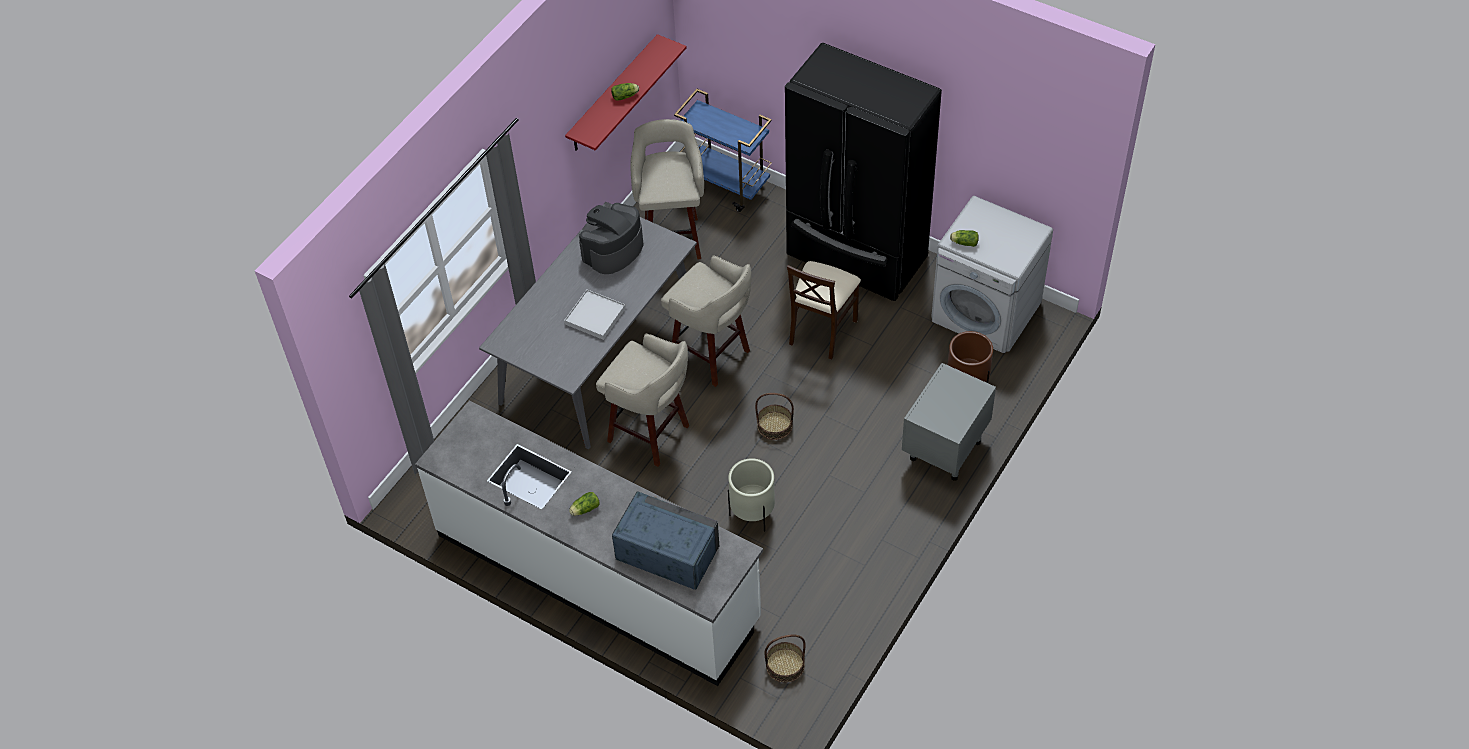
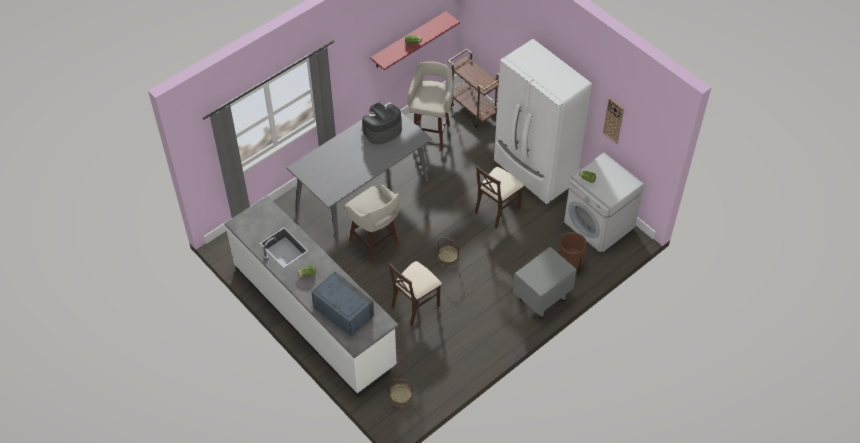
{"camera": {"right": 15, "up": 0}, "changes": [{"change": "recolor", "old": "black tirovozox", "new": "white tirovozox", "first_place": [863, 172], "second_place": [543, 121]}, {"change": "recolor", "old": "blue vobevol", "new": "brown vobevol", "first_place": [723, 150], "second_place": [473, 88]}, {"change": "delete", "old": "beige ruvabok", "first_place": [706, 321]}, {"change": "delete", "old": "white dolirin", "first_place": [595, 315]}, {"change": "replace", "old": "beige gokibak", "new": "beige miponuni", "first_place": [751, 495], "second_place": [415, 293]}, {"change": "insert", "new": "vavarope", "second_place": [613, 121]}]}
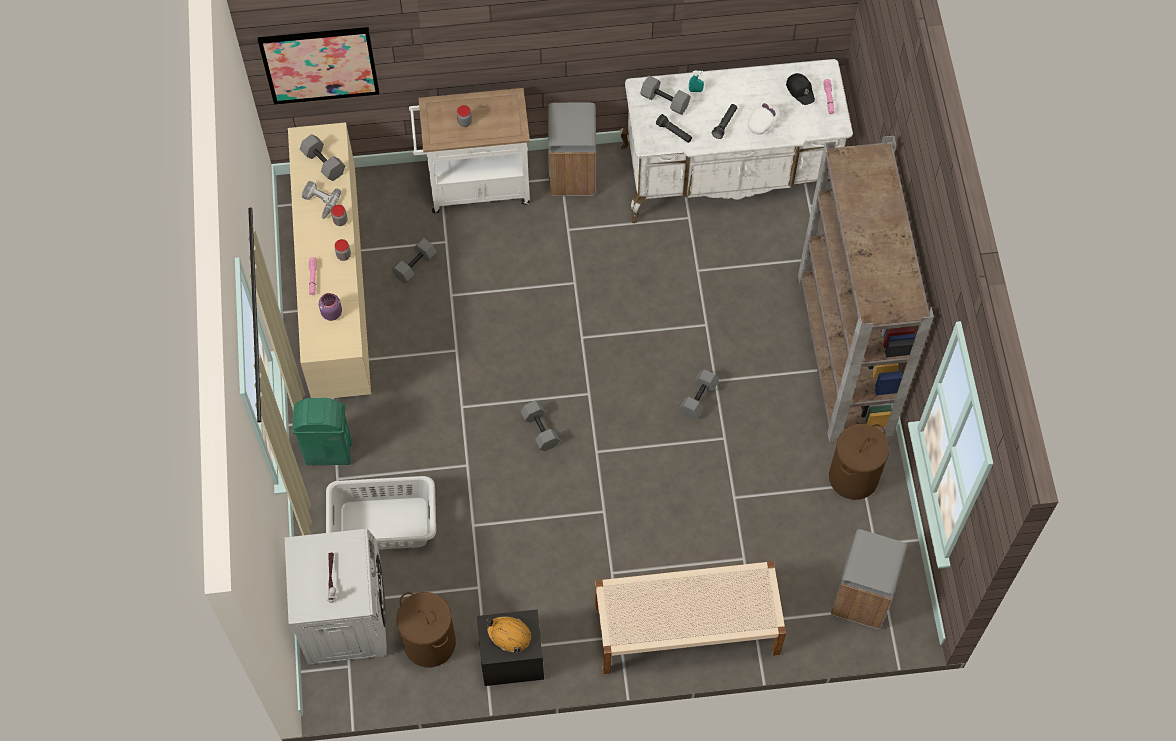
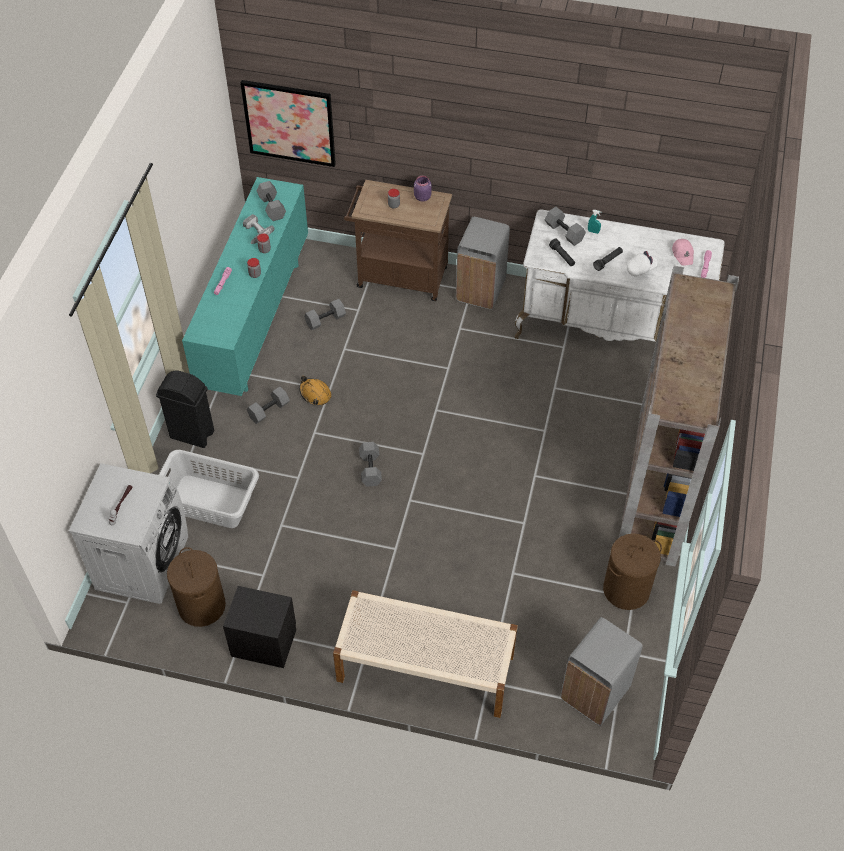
{"camera": {"right": 20, "up": -10}, "changes": [{"change": "recolor", "old": "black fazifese", "new": "pink fazifese", "first_place": [800, 89], "second_place": [683, 252]}, {"change": "recolor", "old": "white vobevol", "new": "brown vobevol", "first_place": [469, 150], "second_place": [398, 240]}, {"change": "recolor", "old": "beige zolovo", "new": "turquoise zolovo", "first_place": [329, 260], "second_place": [245, 286]}, {"change": "move", "old": "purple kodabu", "first_place": [330, 307], "second_place": [422, 189]}, {"change": "move", "old": "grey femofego", "first_place": [699, 394], "second_place": [268, 405]}, {"change": "recolor", "old": "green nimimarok", "new": "black nimimarok", "first_place": [322, 431], "second_place": [185, 409]}, {"change": "move", "old": "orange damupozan", "first_place": [508, 634], "second_place": [315, 390]}]}
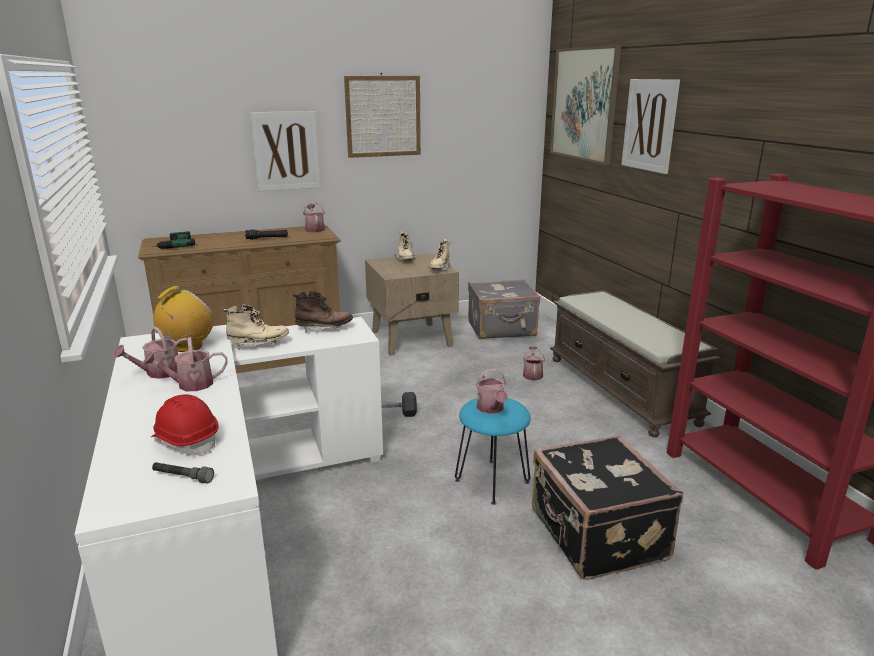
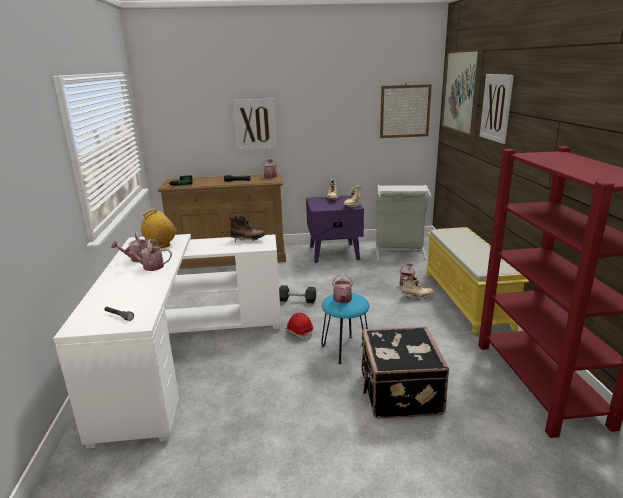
{"camera": {"right": 15, "up": 0}, "changes": [{"change": "move", "old": "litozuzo", "first_place": [382, 115], "second_place": [406, 110]}, {"change": "recolor", "old": "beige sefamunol", "new": "purple sefamunol", "first_place": [412, 304], "second_place": [335, 229]}, {"change": "replace", "old": "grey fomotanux", "new": "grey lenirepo", "first_place": [504, 309], "second_place": [404, 223]}, {"change": "recolor", "old": "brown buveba", "new": "yellow buveba", "first_place": [635, 363], "second_place": [477, 280]}, {"change": "move", "old": "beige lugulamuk", "first_place": [256, 327], "second_place": [417, 288]}, {"change": "move", "old": "red damupozan", "first_place": [185, 424], "second_place": [299, 326]}]}
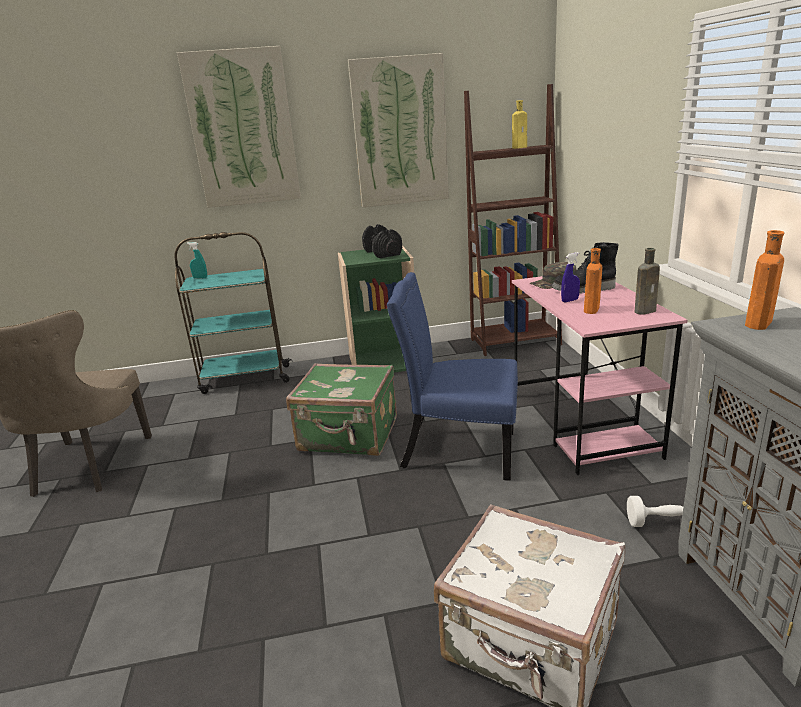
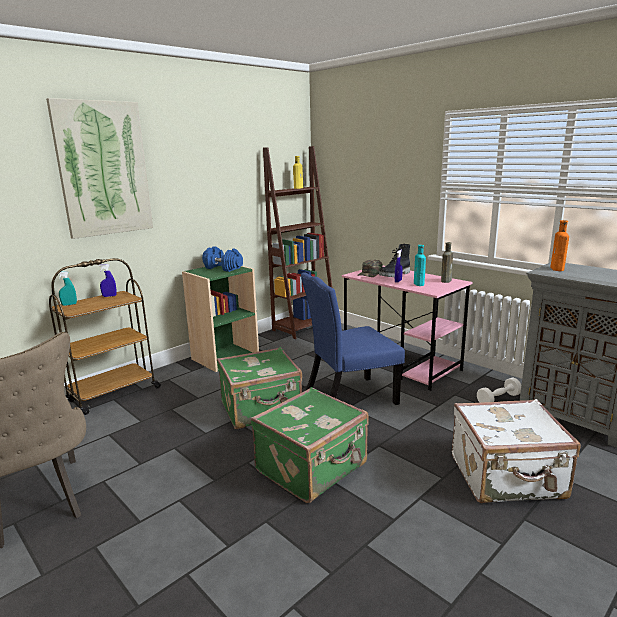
{"camera": {"right": -35, "up": -5}, "changes": [{"change": "delete", "old": "litozuzo", "first_place": [398, 130]}, {"change": "recolor", "old": "black femofego", "new": "blue femofego", "first_place": [382, 241], "second_place": [222, 259]}, {"change": "recolor", "old": "turquoise vobevol", "new": "brown vobevol", "first_place": [233, 313], "second_place": [105, 336]}, {"change": "recolor", "old": "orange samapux", "new": "turquoise samapux", "first_place": [593, 281], "second_place": [420, 265]}, {"change": "insert", "new": "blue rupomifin", "second_place": [108, 280]}, {"change": "insert", "new": "green fomotanux", "second_place": [310, 445]}]}
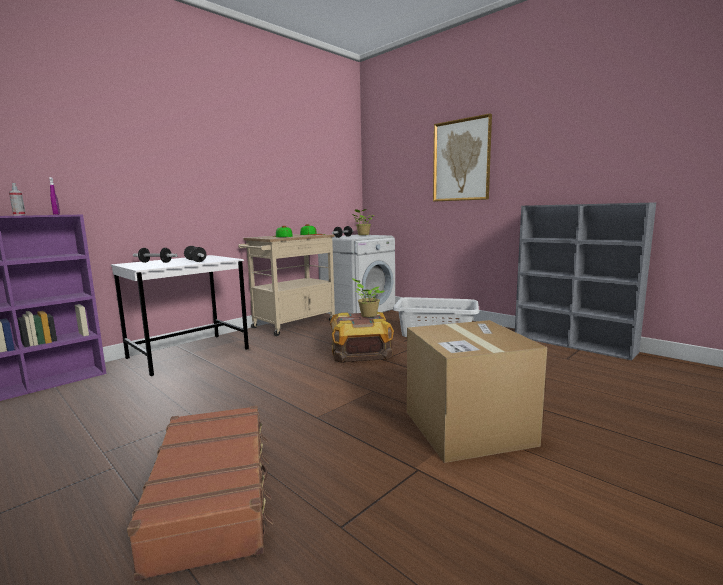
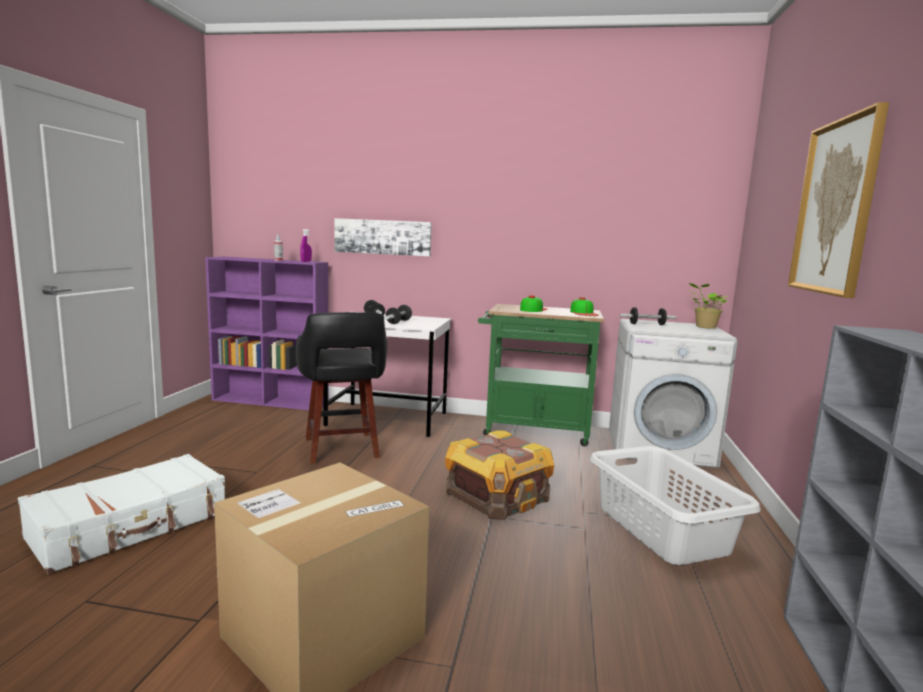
{"camera": {"right": 55, "up": 0}, "changes": [{"change": "recolor", "old": "beige vobevol", "new": "green vobevol", "first_place": [286, 285], "second_place": [541, 375]}, {"change": "delete", "old": "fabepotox", "first_place": [368, 297]}, {"change": "recolor", "old": "brown fomotanux", "new": "white fomotanux", "first_place": [200, 493], "second_place": [121, 514]}, {"change": "insert", "new": "litozuzo", "second_place": [383, 237]}, {"change": "insert", "new": "black ruvabok", "second_place": [342, 388]}]}
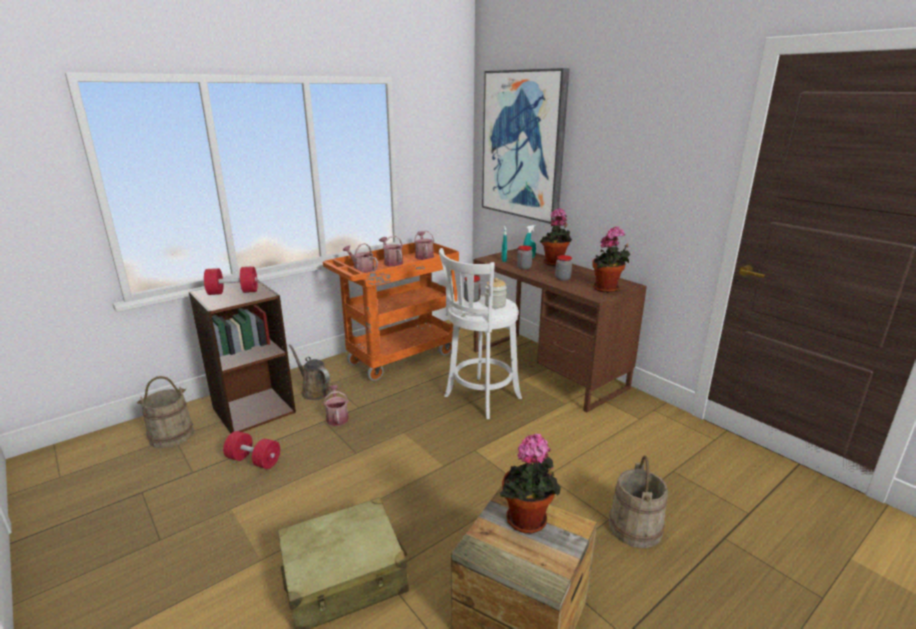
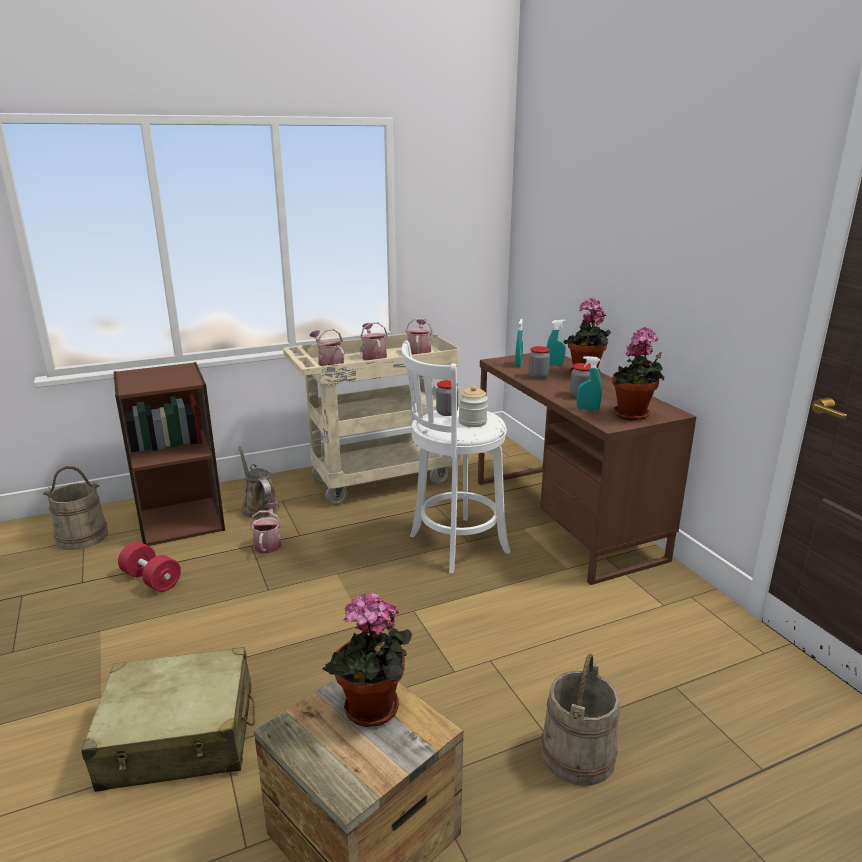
{"camera": {"right": 15, "up": 0}, "changes": [{"change": "delete", "old": "litozuzo", "first_place": [525, 146]}, {"change": "recolor", "old": "orange vobevol", "new": "beige vobevol", "first_place": [391, 311], "second_place": [371, 419]}, {"change": "delete", "old": "red femofego", "first_place": [231, 280]}, {"change": "insert", "new": "turquoise rupomifin", "second_place": [589, 383]}]}
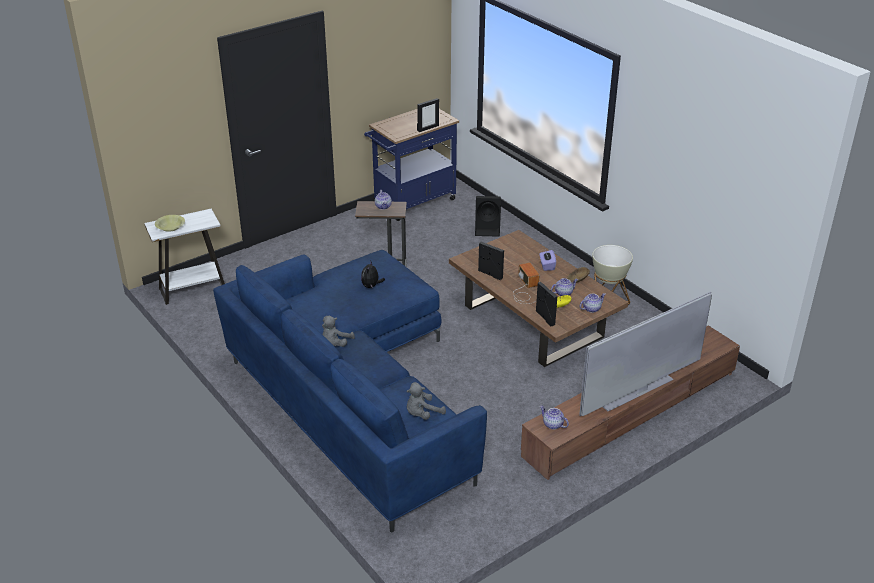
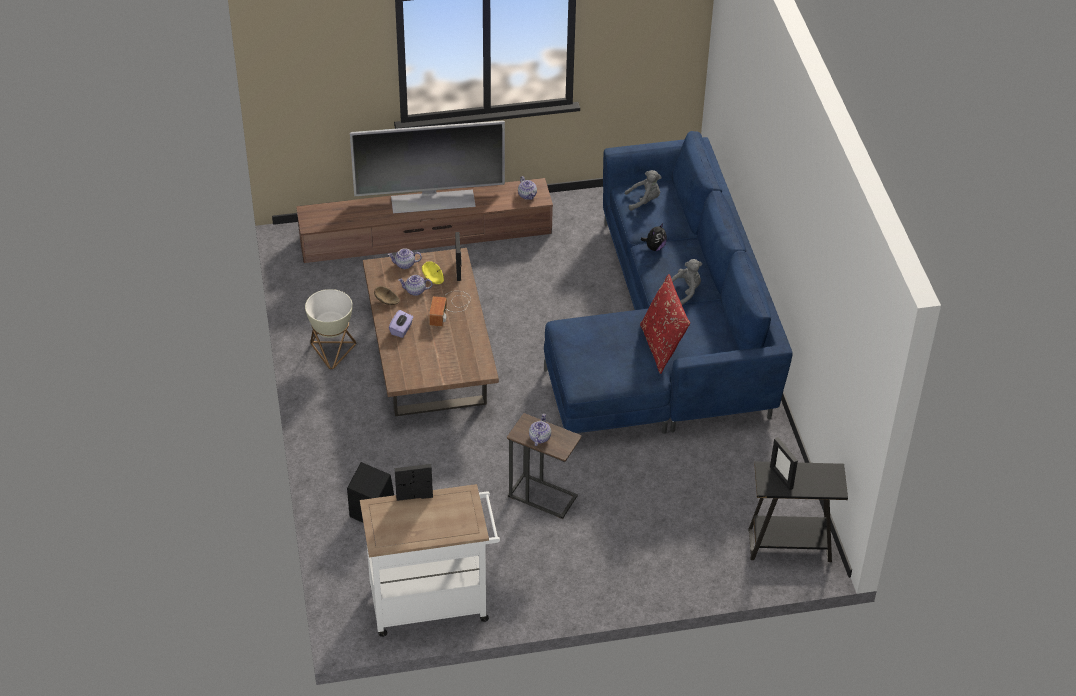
{"camera": {"right": -155, "up": 10}, "changes": [{"change": "recolor", "old": "blue vobevol", "new": "white vobevol", "first_place": [411, 165], "second_place": [430, 560]}, {"change": "recolor", "old": "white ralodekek", "new": "black ralodekek", "first_place": [184, 257], "second_place": [798, 511]}, {"change": "delete", "old": "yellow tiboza", "first_place": [170, 223]}, {"change": "move", "old": "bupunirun", "first_place": [491, 261], "second_place": [784, 463]}, {"change": "move", "old": "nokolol", "first_place": [373, 275], "second_place": [654, 237]}, {"change": "insert", "new": "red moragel", "second_place": [665, 324]}]}
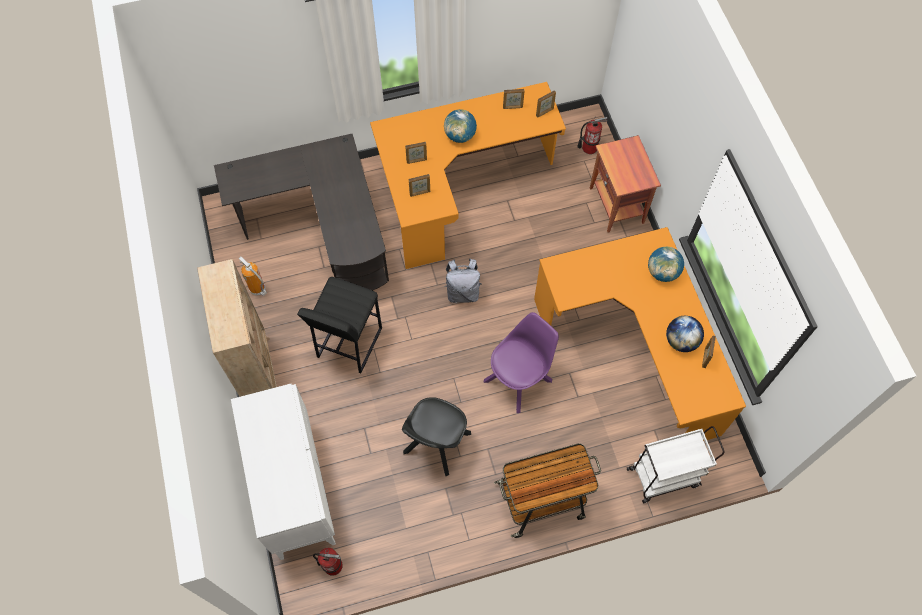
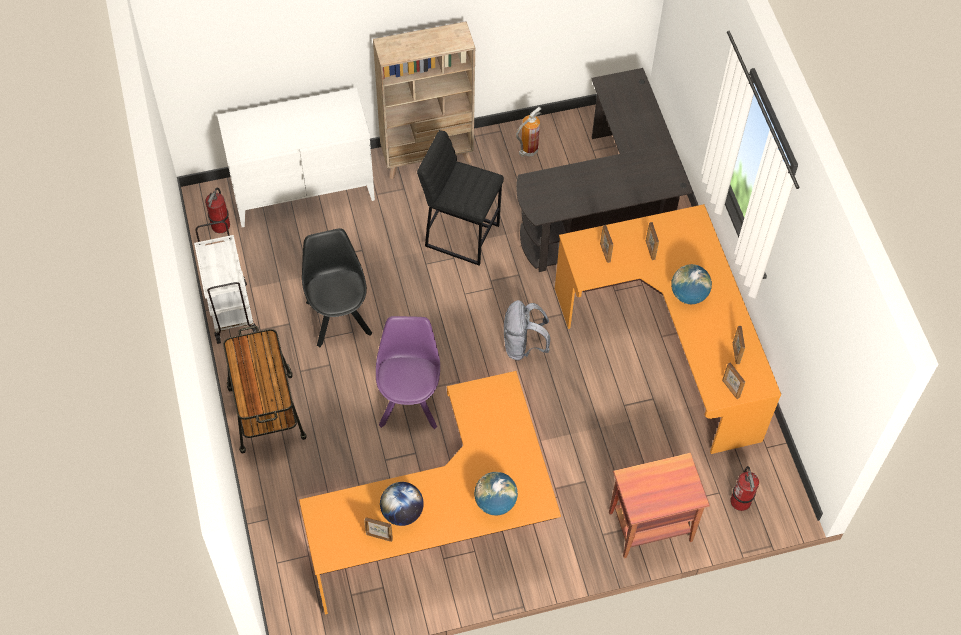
{"camera": {"right": 90, "up": -5}, "changes": [{"change": "rotate", "old": "purple miponuni", "first_place": [521, 362], "second_place": [408, 372], "degrees": -135}, {"change": "rotate", "old": "black miponuni", "first_place": [436, 436], "second_place": [337, 287], "degrees": 45}, {"change": "move", "old": "white vobevol", "first_place": [675, 465], "second_place": [225, 282]}]}
